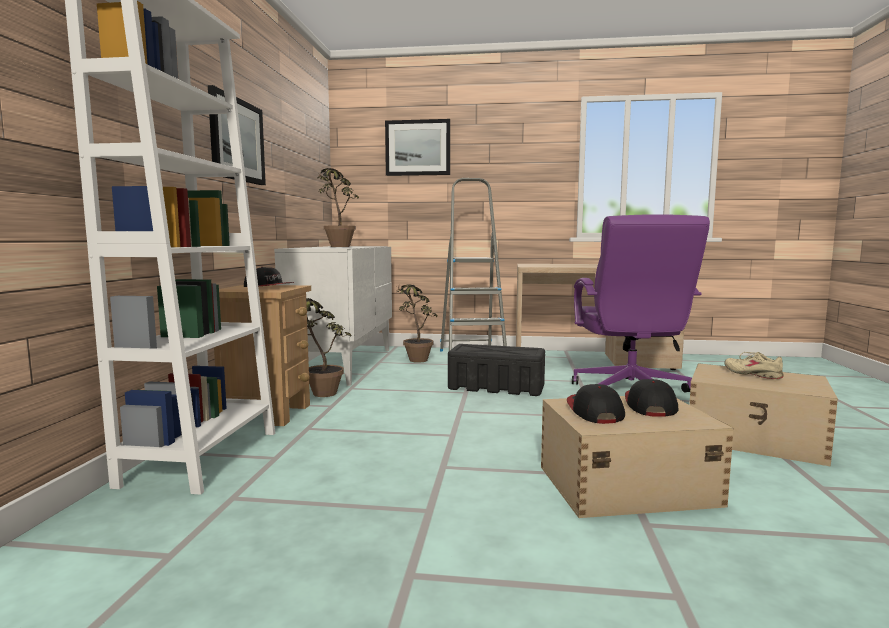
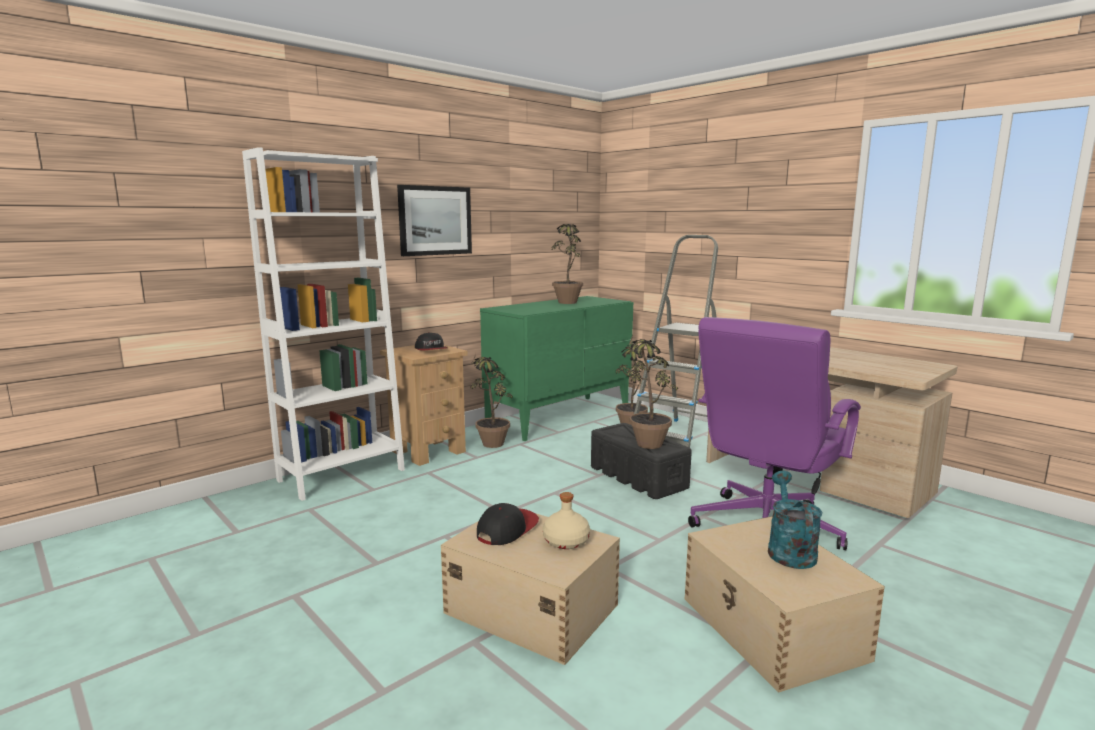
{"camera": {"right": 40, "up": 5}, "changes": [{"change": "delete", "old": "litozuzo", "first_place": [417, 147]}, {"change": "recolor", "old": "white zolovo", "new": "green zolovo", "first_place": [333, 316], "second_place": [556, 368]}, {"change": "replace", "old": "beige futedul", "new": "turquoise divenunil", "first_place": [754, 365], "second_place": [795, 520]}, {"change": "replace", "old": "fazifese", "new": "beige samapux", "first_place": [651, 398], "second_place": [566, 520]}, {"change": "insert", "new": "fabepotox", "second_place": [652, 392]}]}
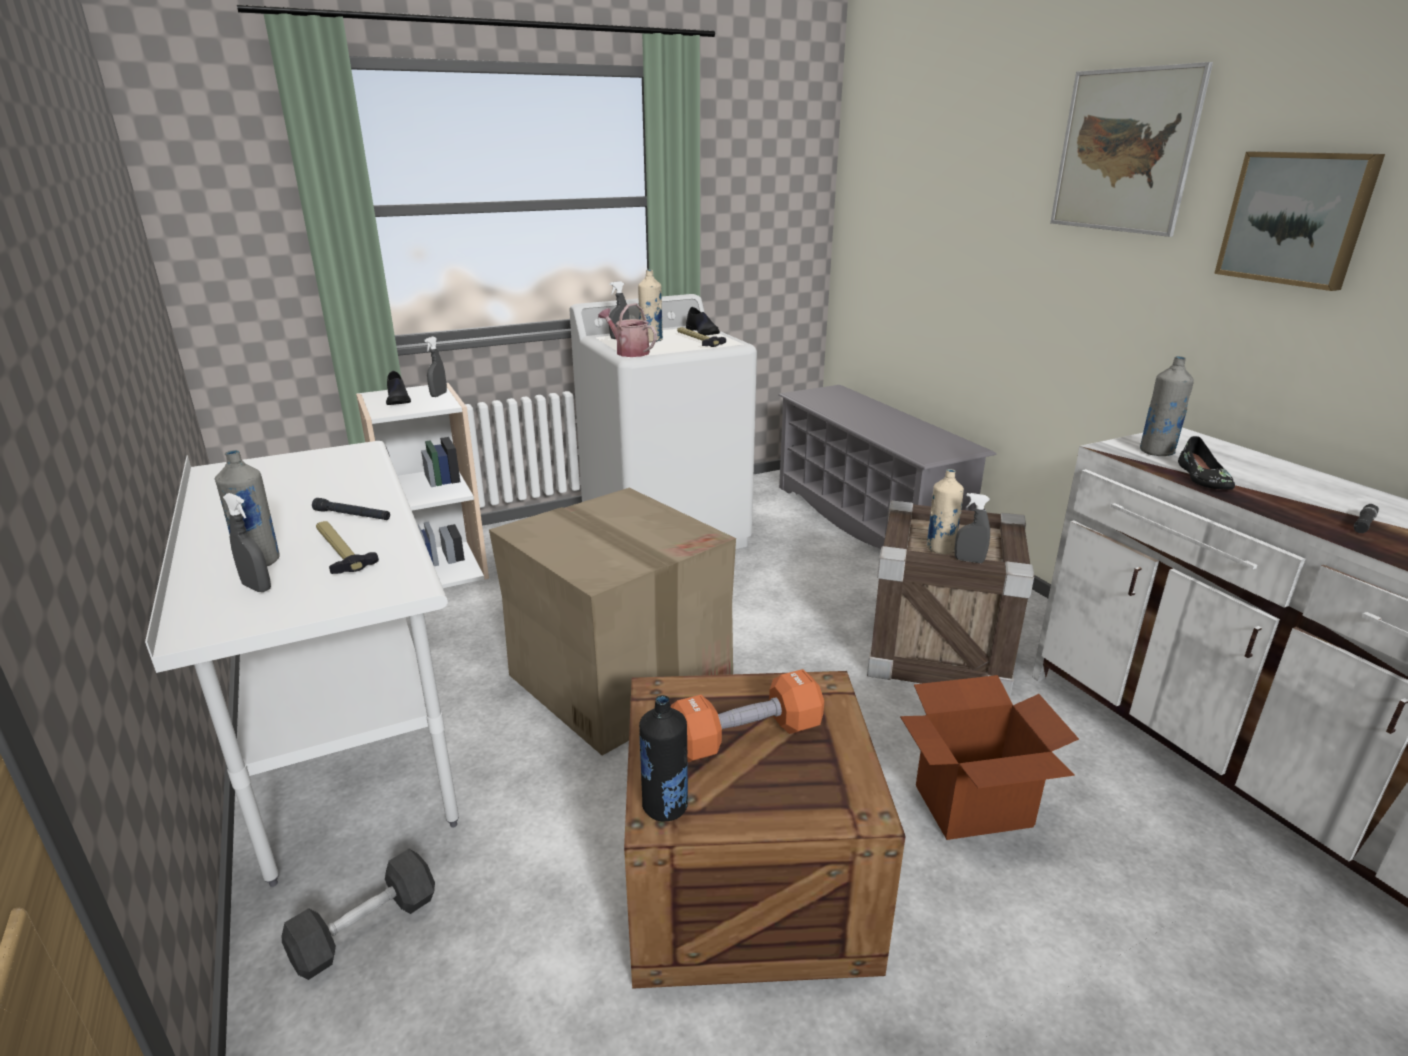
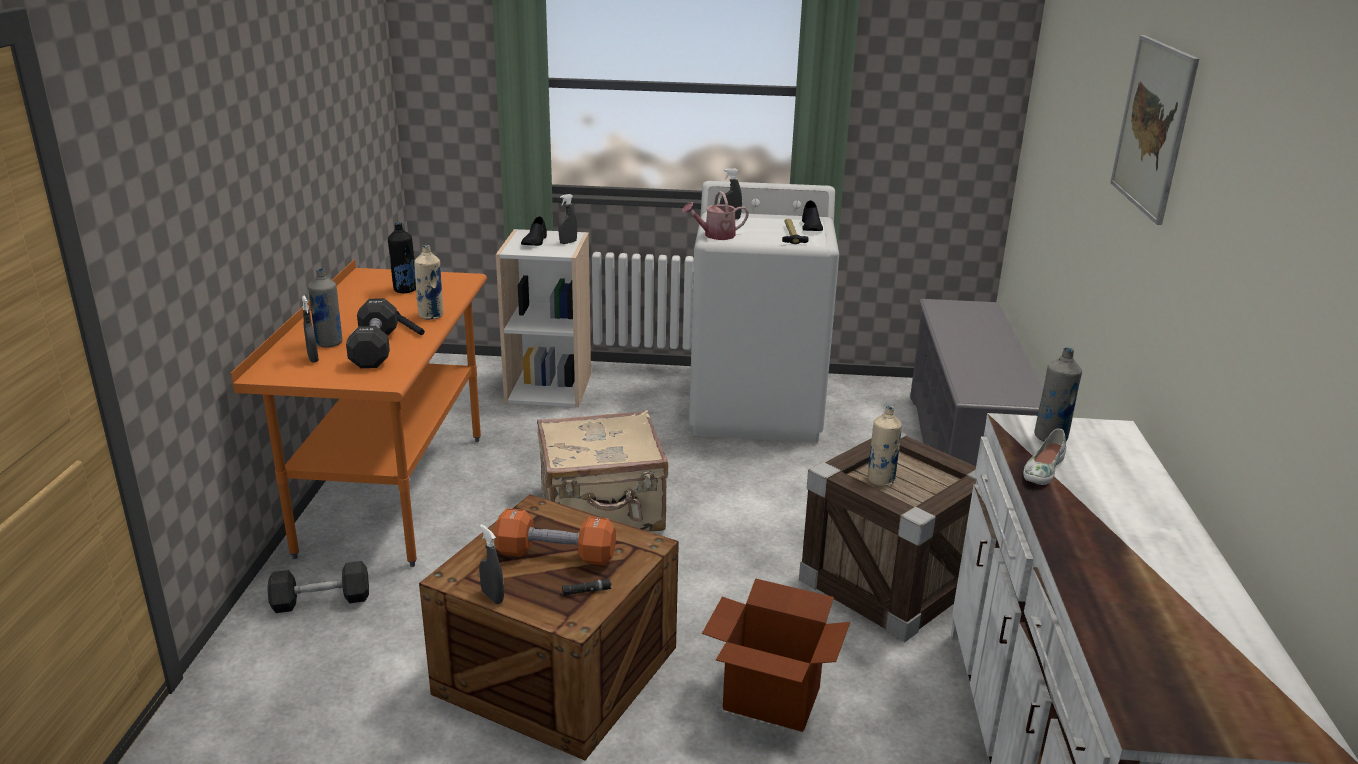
{"camera": {"right": 30, "up": 0}, "changes": [{"change": "delete", "old": "litozuzo", "first_place": [1299, 221]}, {"change": "move", "old": "beige samapux", "first_place": [650, 306], "second_place": [428, 282]}, {"change": "rotate", "old": "divenunil", "first_place": [627, 330], "second_place": [715, 215], "degrees": -90}, {"change": "recolor", "old": "black futedul", "new": "white futedul", "first_place": [1206, 463], "second_place": [1044, 457]}, {"change": "recolor", "old": "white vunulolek", "new": "orange vunulolek", "first_place": [302, 664], "second_place": [359, 413]}, {"change": "replace", "old": "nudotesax", "new": "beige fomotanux", "first_place": [612, 621], "second_place": [602, 470]}, {"change": "move", "old": "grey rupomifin", "first_place": [972, 528], "second_place": [491, 564]}, {"change": "move", "old": "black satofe", "first_place": [1366, 518], "second_place": [587, 587]}, {"change": "replace", "old": "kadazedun", "new": "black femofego", "first_place": [347, 547], "second_place": [372, 333]}, {"change": "move", "old": "black samapux", "first_place": [663, 758], "second_place": [402, 258]}]}
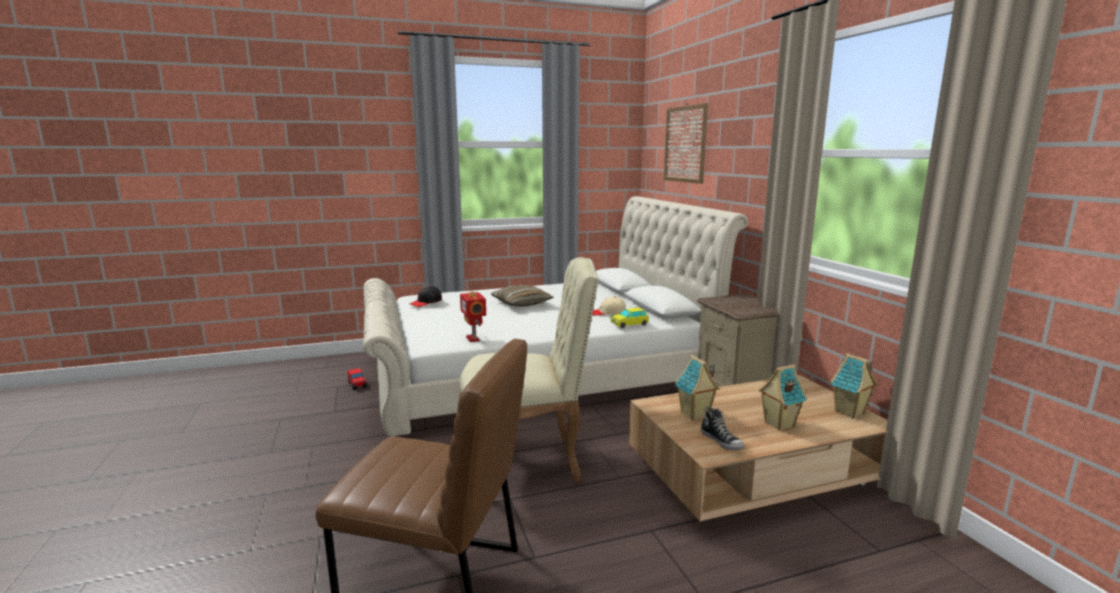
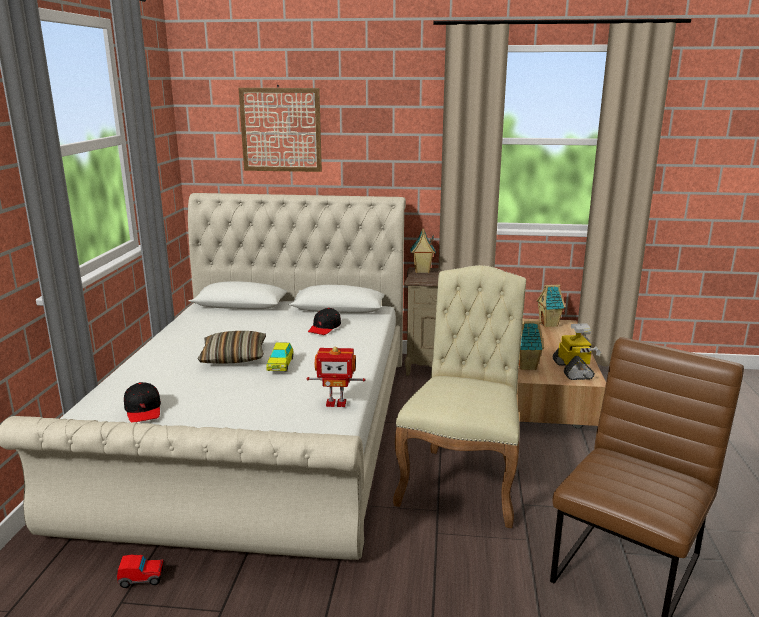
{"camera": {"right": -65, "up": 5}, "changes": [{"change": "recolor", "old": "beige fazifese", "new": "black fazifese", "first_place": [609, 306], "second_place": [324, 321]}, {"change": "move", "old": "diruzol", "first_place": [629, 317], "second_place": [279, 356]}, {"change": "move", "old": "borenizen", "first_place": [783, 397], "second_place": [423, 250]}, {"change": "replace", "old": "futedul", "new": "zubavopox", "first_place": [723, 428], "second_place": [576, 351]}]}
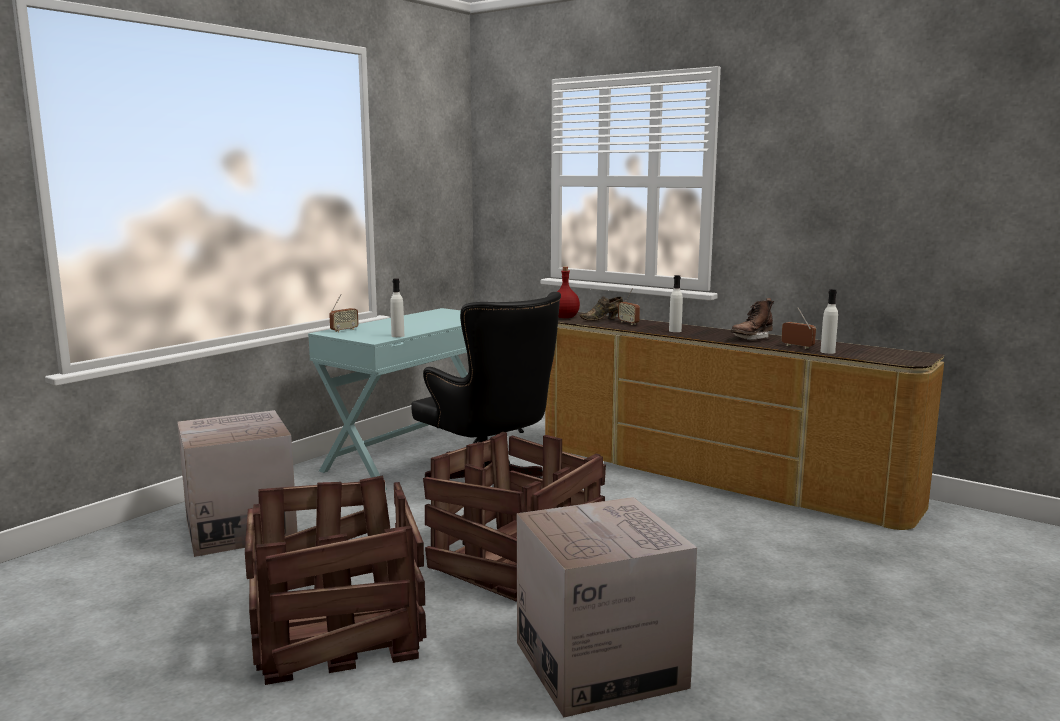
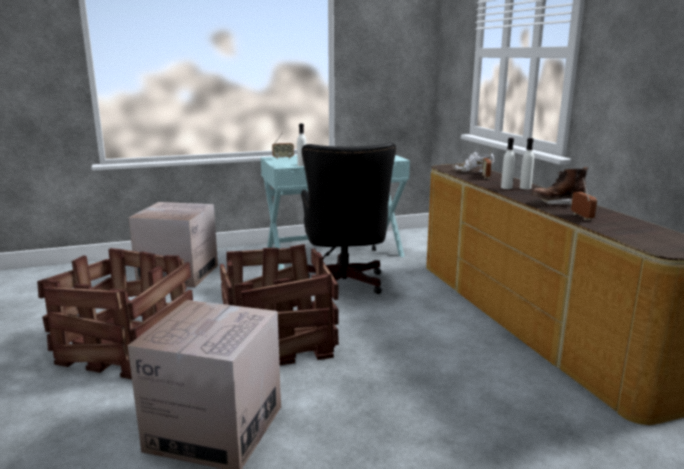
{"camera": {"right": 35, "up": 5}, "changes": [{"change": "delete", "old": "red samapux", "first_place": [568, 292]}, {"change": "move", "old": "white samapux", "first_place": [829, 321], "second_place": [527, 163]}, {"change": "recolor", "old": "brown futedul", "new": "white futedul", "first_place": [601, 308], "second_place": [473, 162]}]}
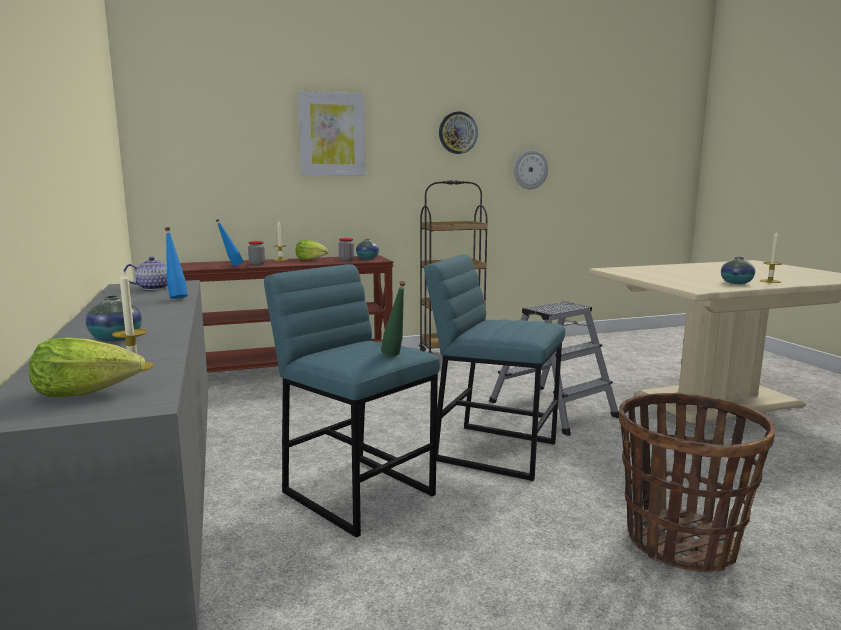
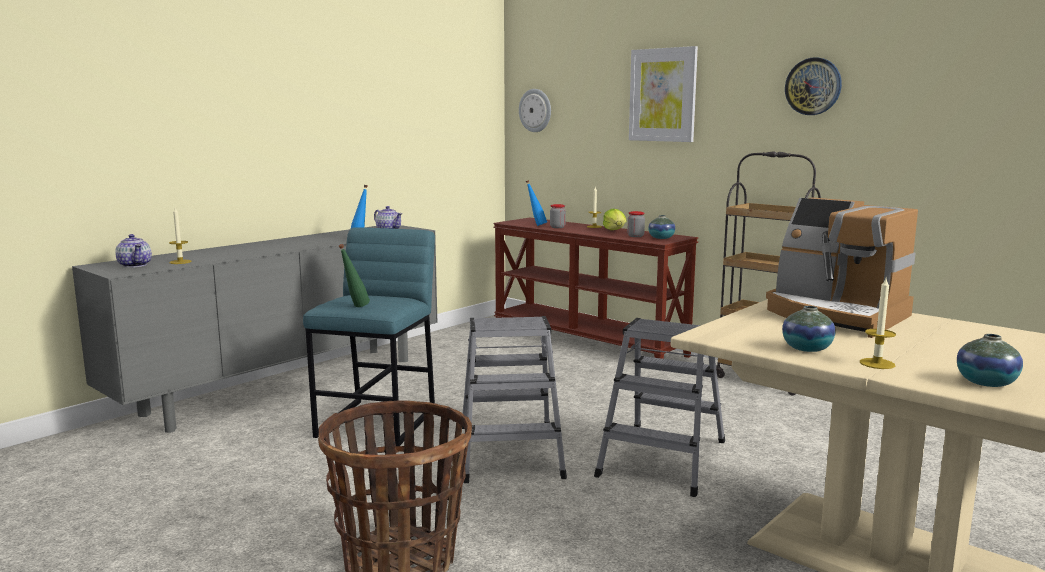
{"camera": {"right": 60, "up": 0}, "changes": [{"change": "move", "old": "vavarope", "first_place": [531, 169], "second_place": [535, 110]}, {"change": "replace", "old": "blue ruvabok", "new": "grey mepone", "first_place": [494, 367], "second_place": [514, 399]}, {"change": "move", "old": "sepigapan", "first_place": [114, 319], "second_place": [990, 360]}, {"change": "replace", "old": "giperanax", "new": "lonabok", "first_place": [87, 367], "second_place": [133, 251]}, {"change": "insert", "new": "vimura", "second_place": [842, 268]}]}
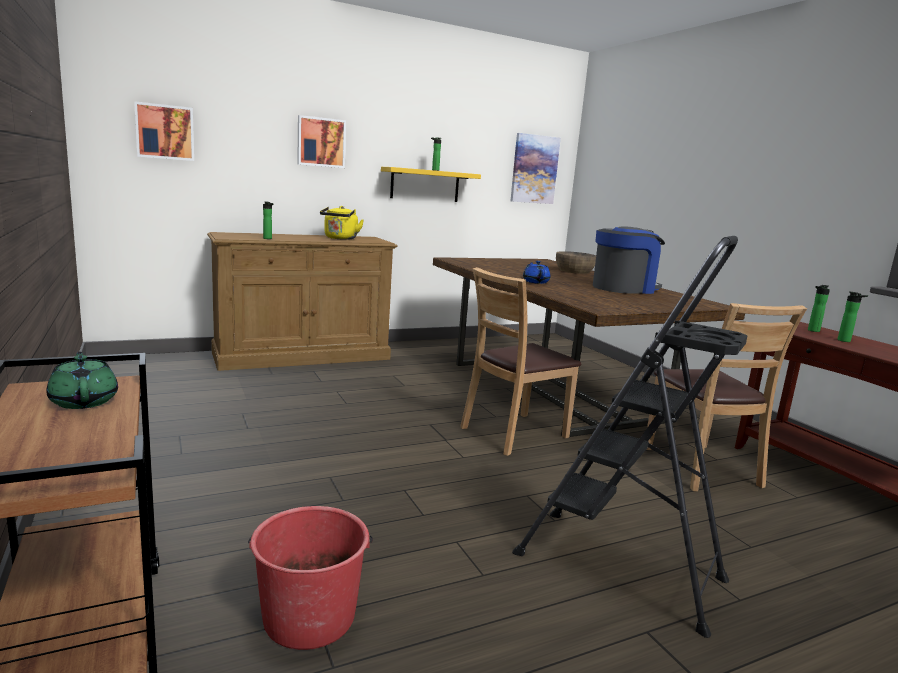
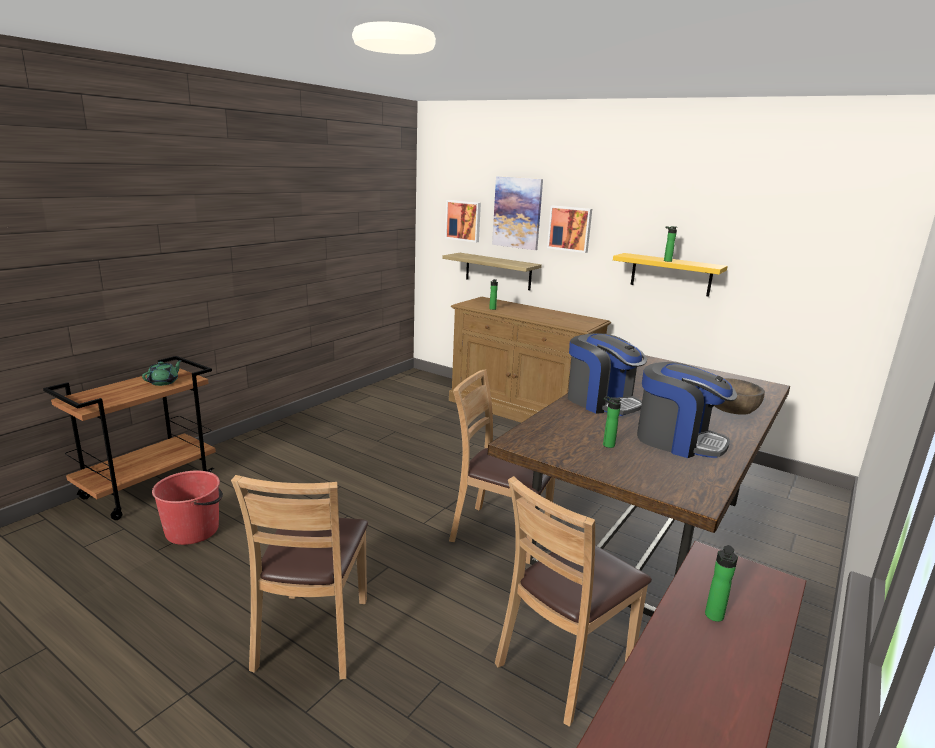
{"camera": {"right": 60, "up": 5}, "changes": [{"change": "move", "old": "litozuzo", "first_place": [535, 168], "second_place": [517, 213]}, {"change": "delete", "old": "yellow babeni", "first_place": [342, 223]}, {"change": "replace", "old": "mepone", "new": "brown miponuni", "first_place": [629, 437], "second_place": [299, 577]}, {"change": "replace", "old": "blue lonabok", "new": "vimura", "first_place": [536, 272], "second_place": [607, 374]}, {"change": "move", "old": "samapux", "first_place": [819, 308], "second_place": [612, 422]}, {"change": "insert", "new": "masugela", "second_place": [492, 271]}]}
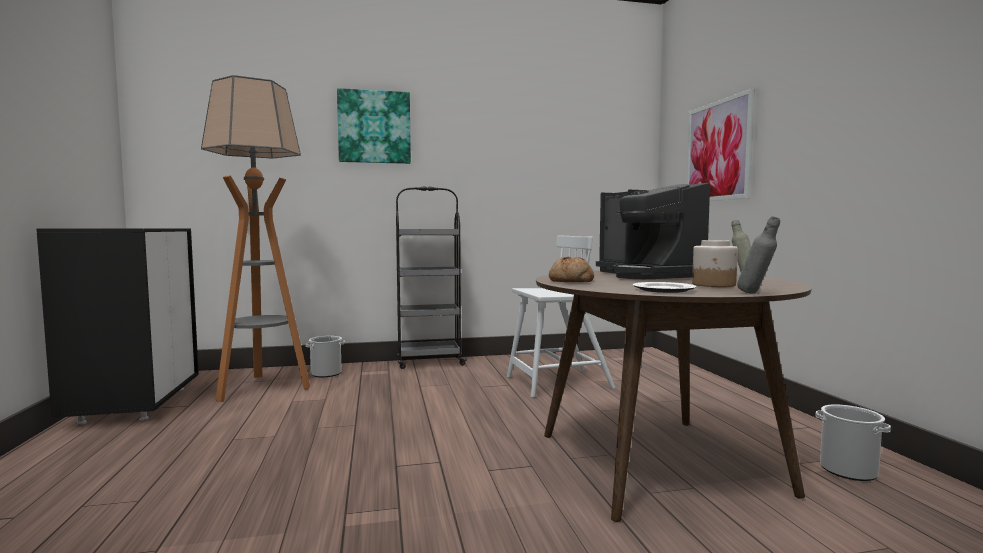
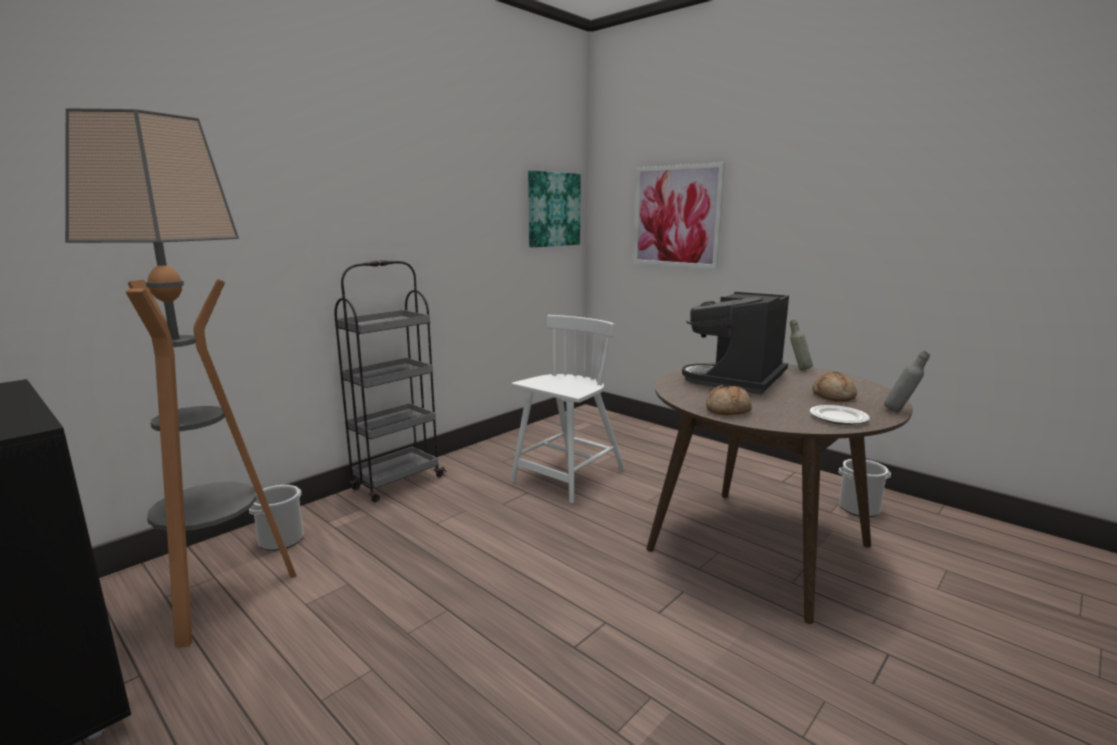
{"camera": {"right": -35, "up": 10}, "changes": [{"change": "move", "old": "litozuzo", "first_place": [374, 126], "second_place": [554, 208]}, {"change": "rotate", "old": "vimura", "first_place": [653, 231], "second_place": [735, 343], "degrees": 90}, {"change": "replace", "old": "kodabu", "new": "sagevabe", "first_place": [715, 263], "second_place": [835, 387]}]}
